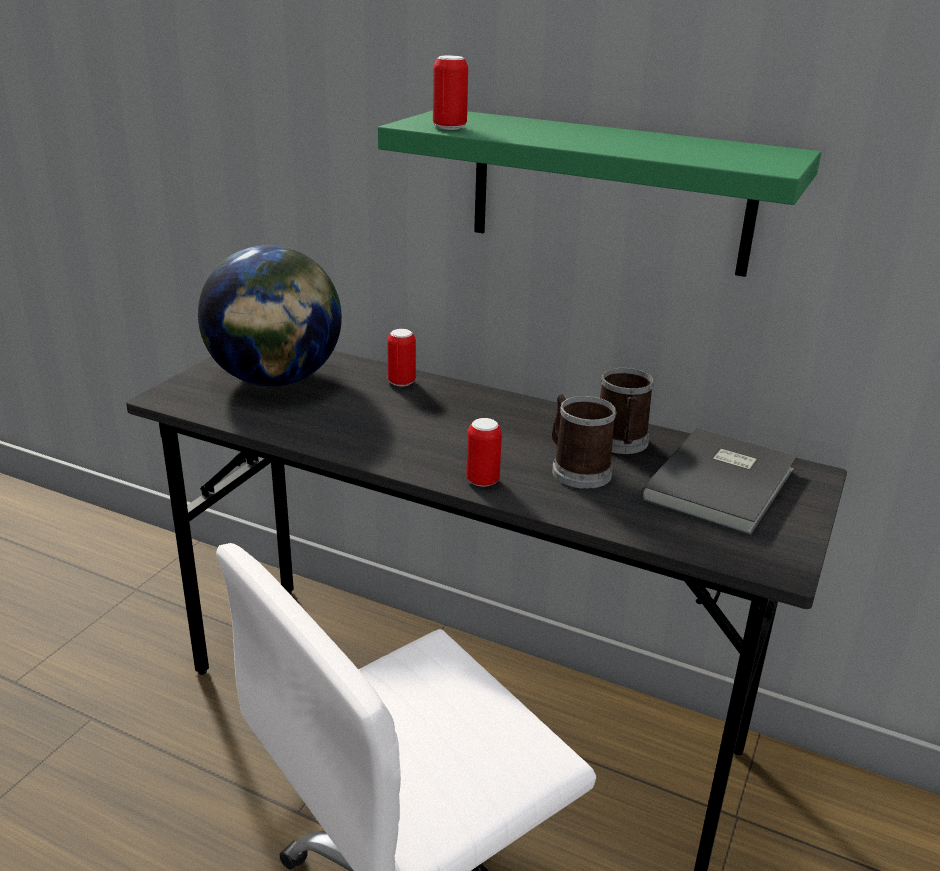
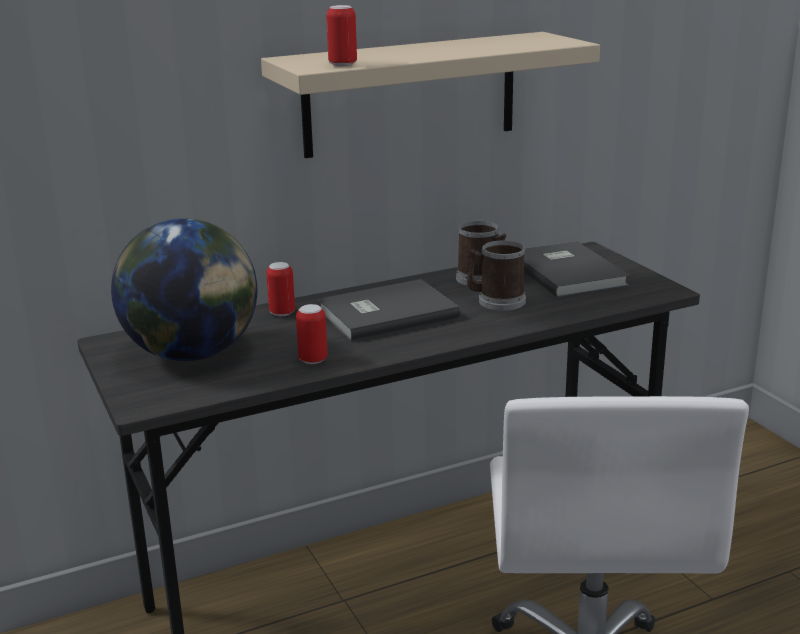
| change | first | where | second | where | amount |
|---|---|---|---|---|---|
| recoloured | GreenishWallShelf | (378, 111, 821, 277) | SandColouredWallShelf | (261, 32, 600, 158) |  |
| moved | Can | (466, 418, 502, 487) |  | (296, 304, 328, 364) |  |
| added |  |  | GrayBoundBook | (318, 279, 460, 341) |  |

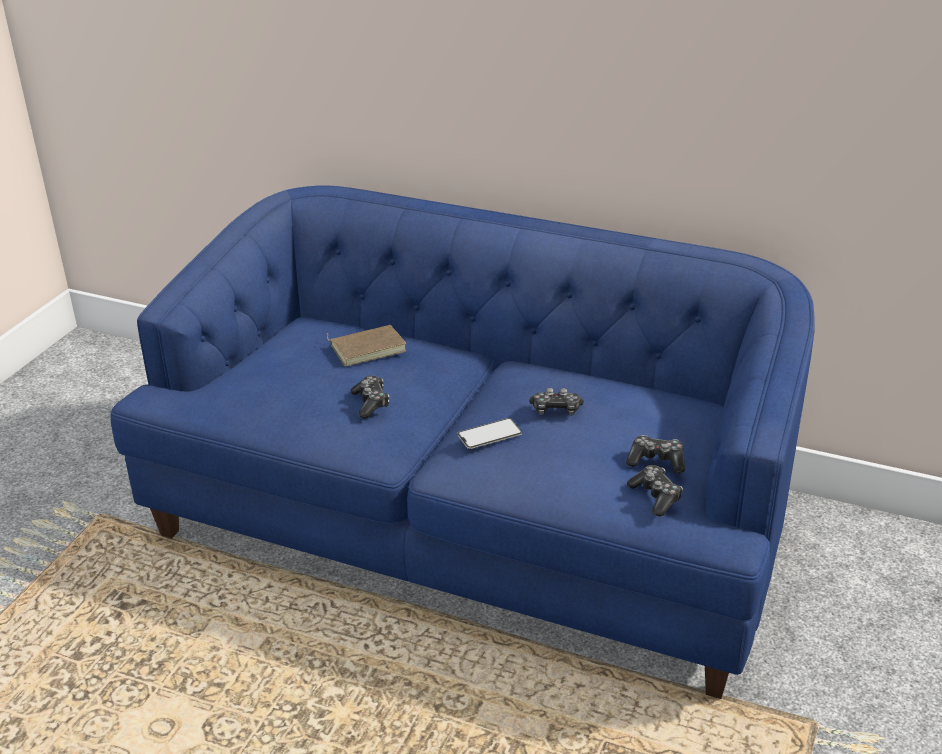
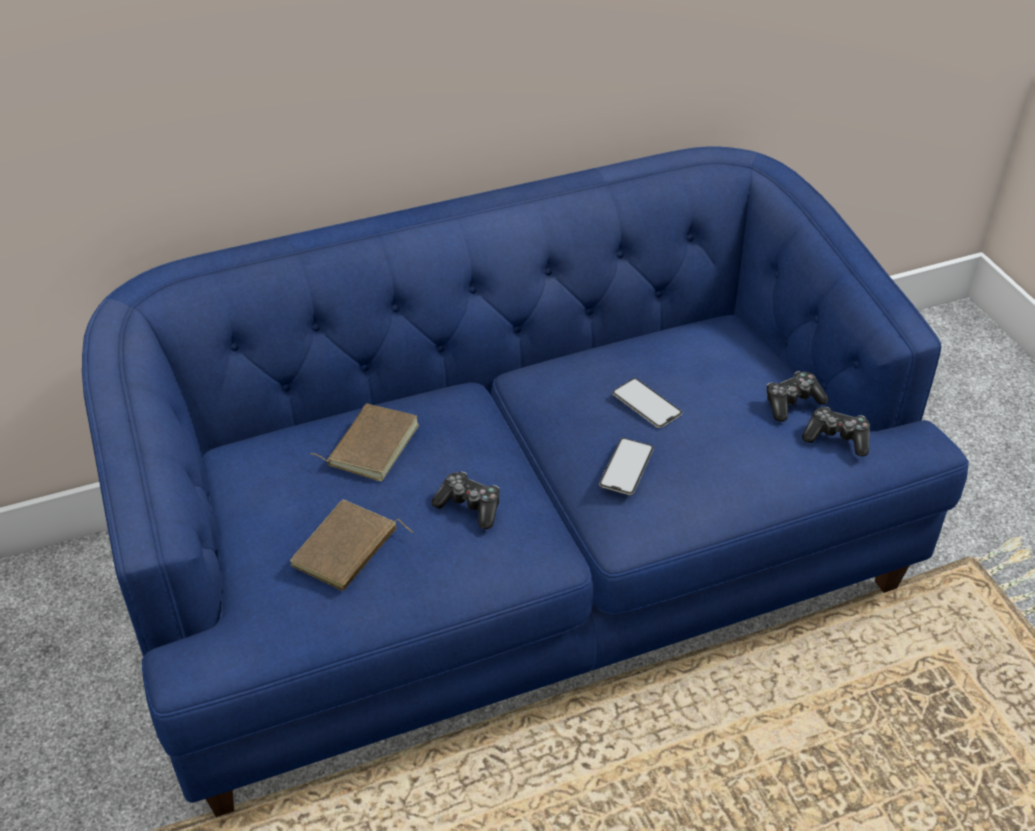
| change | first | where | second | where | amount |
|---|---|---|---|---|---|
| added |  |  | BrownishBoundBook | (290, 500, 413, 591) |  |
| replaced | Gamepad | (529, 388, 584, 416) | Handset | (612, 378, 682, 428) |  |

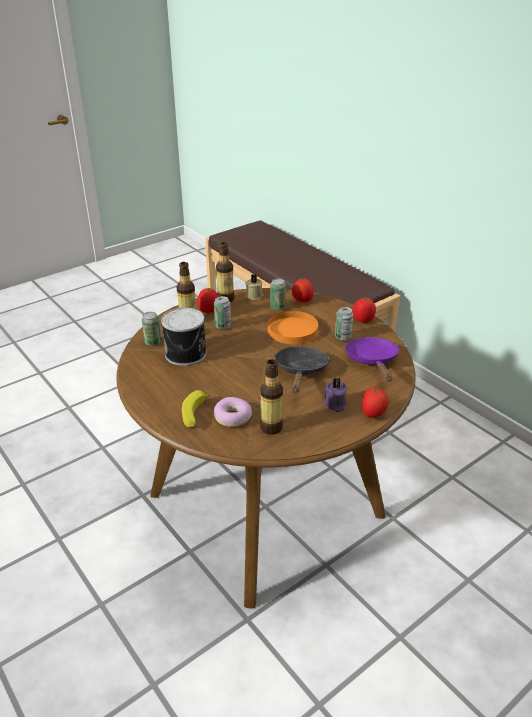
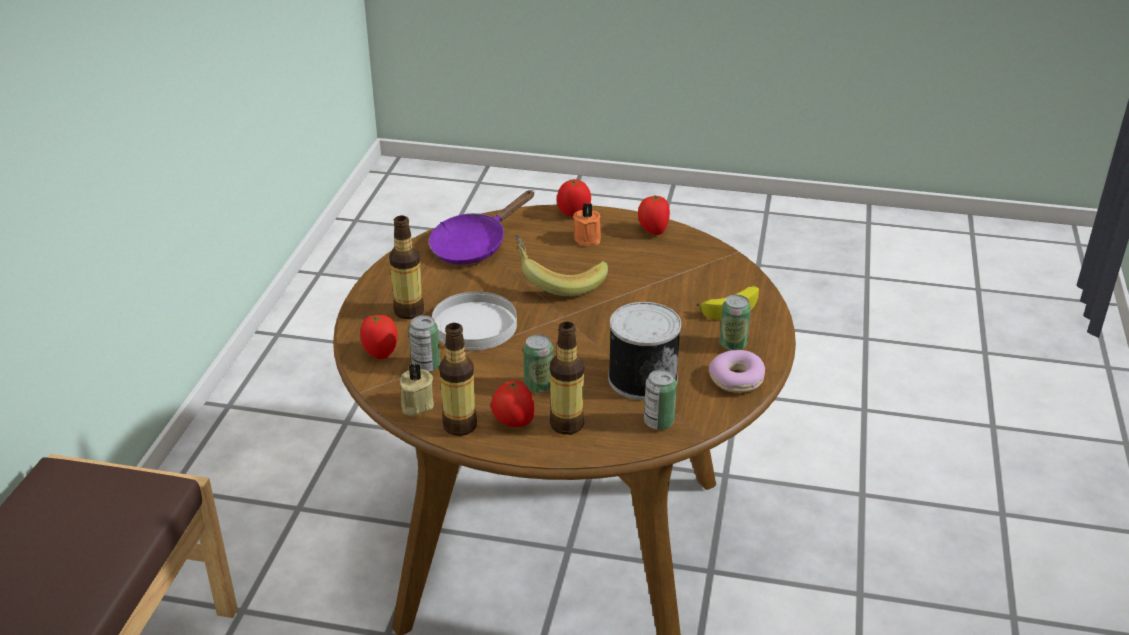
| change | first | where | second | where | amount |
|---|---|---|---|---|---|
| moved | Bottle | (260, 359, 283, 435) |  | (389, 215, 424, 319) |  |
| recoloured | OrangeDinnerPlate | (268, 311, 318, 344) | WhitishDinnerPlate | (432, 291, 517, 350) |  |
| replaced | BlackishFryingPan | (274, 346, 330, 393) | BananaFruit | (515, 235, 608, 296) |  |
| recoloured | PurpleWaxCandle | (323, 377, 347, 412) | OrangeWaxCandle | (573, 203, 601, 246) |  |
| moved | WholeTomato | (353, 298, 376, 323) |  | (638, 194, 670, 235) |  |
| moved | Doughnut | (214, 397, 252, 427) |  | (709, 350, 765, 393) |  |
| moved | Can | (335, 307, 353, 341) |  | (719, 295, 751, 350) |  |

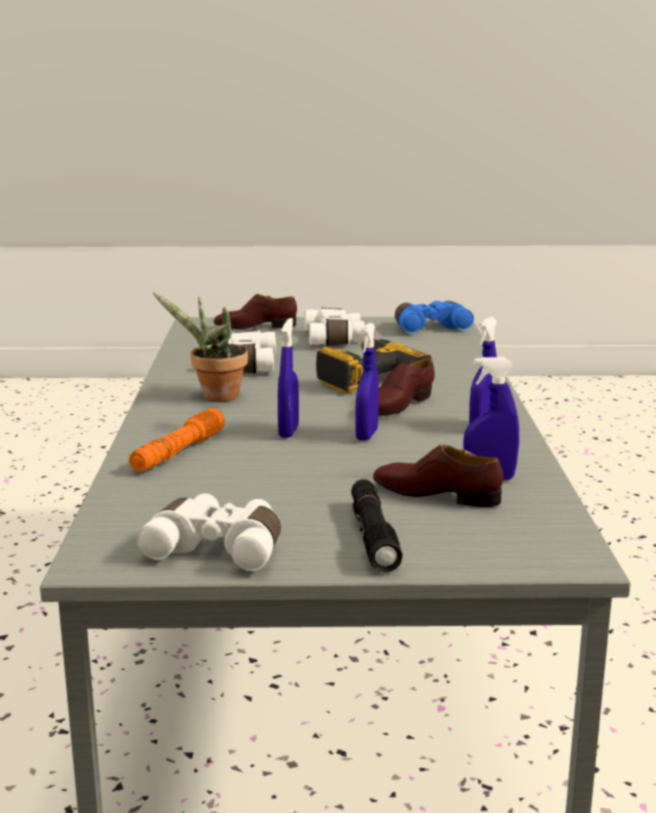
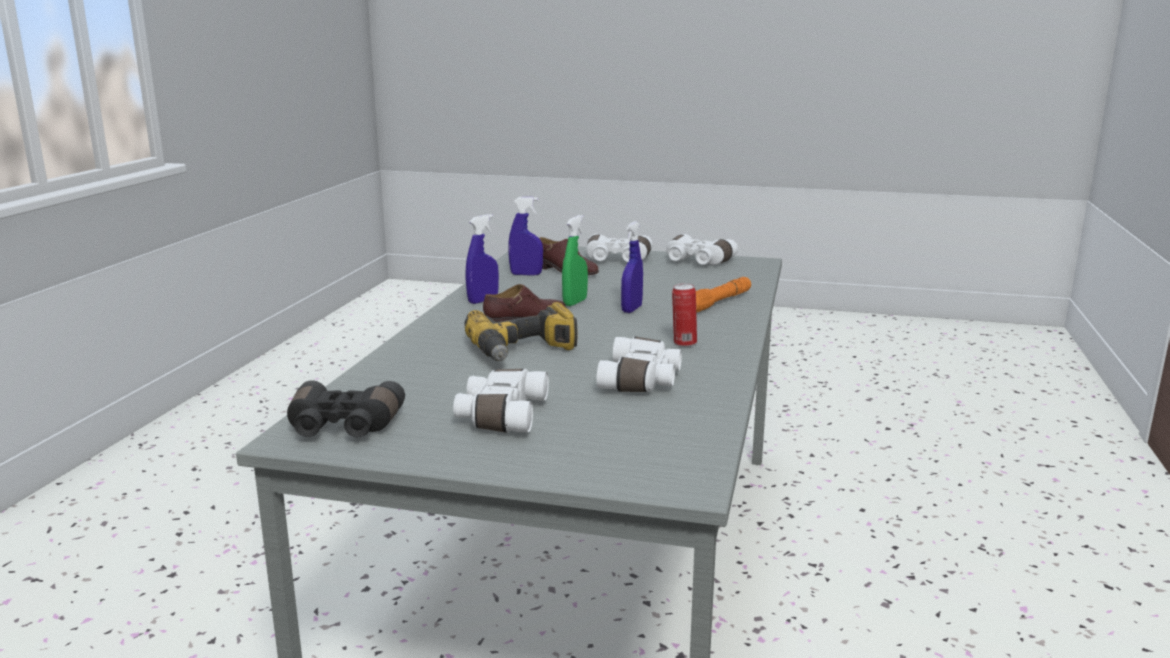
| change | first | where | second | where | amount |
|---|---|---|---|---|---|
| recoloured | BlueBinoculars | (395, 301, 474, 333) | BlackishBinoculars | (287, 380, 405, 437) |  |
| recoloured | BlueSprayer | (355, 323, 379, 441) | GreenishSprayer | (562, 215, 588, 306) |  |
| replaced | BlackishTorch | (351, 479, 403, 573) | WhitishBinoculars | (586, 234, 653, 262) |  |
| replaced | Houseplant | (153, 292, 248, 401) | Can | (672, 283, 697, 347) |  |
| removed | BrownishItemOfFootwear | (213, 294, 297, 329) |  |  |  |

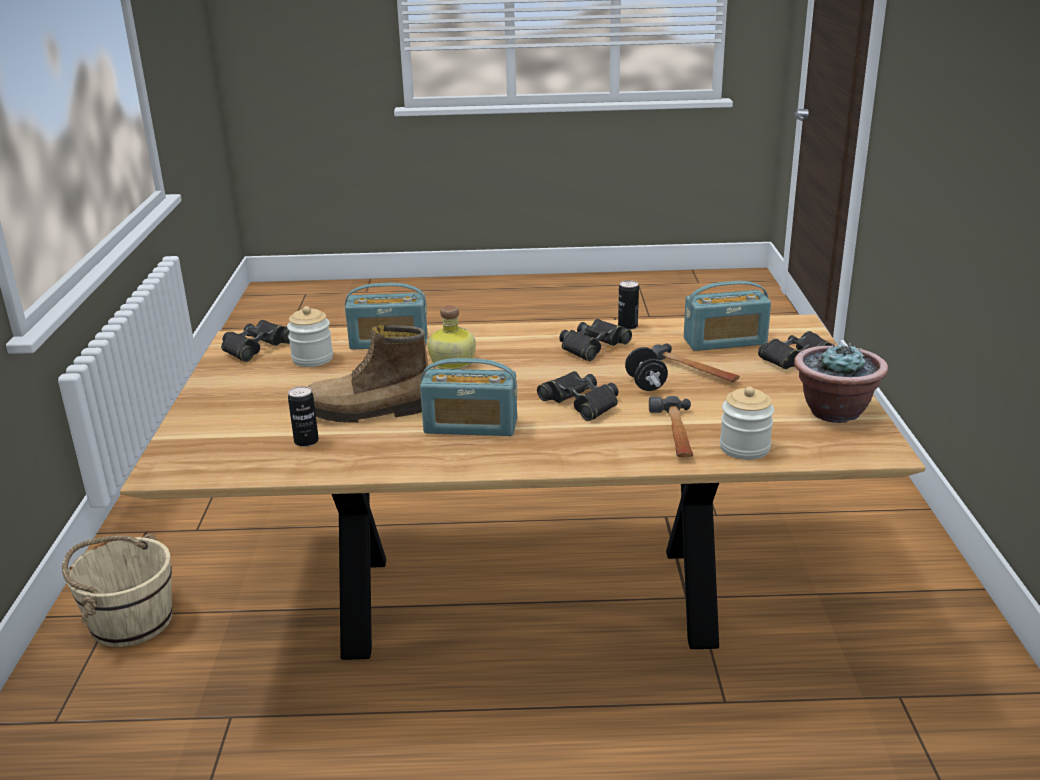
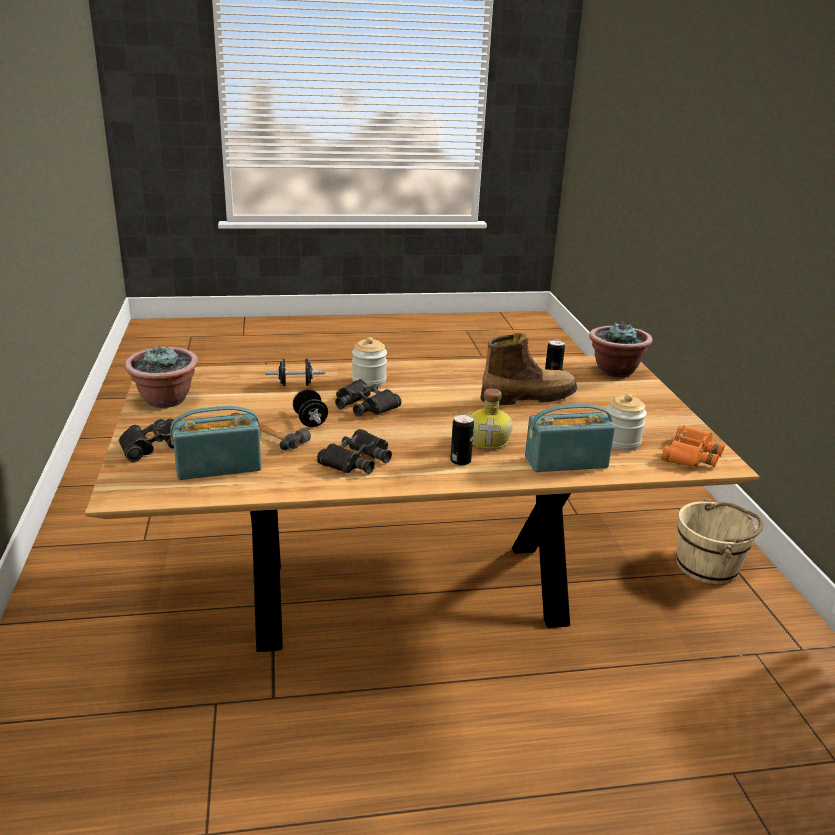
| change | first | where | second | where | amount |
|---|---|---|---|---|---|
| replaced | ToolHammer | (649, 396, 693, 458) | BlackishHandWeight | (265, 359, 325, 386) |  |
| moved | Jar | (720, 387, 774, 460) |  | (352, 337, 387, 387) |  |
| moved | Can | (618, 280, 639, 330) |  | (451, 414, 474, 465) |  |
| added |  |  | Houseplant | (589, 321, 653, 377) |  |
| recoloured | BlackishBinoculars | (221, 320, 290, 362) | OrangeBinoculars | (661, 425, 725, 468) |  |
| removed | Radio | (420, 358, 517, 436) |  |  |  |

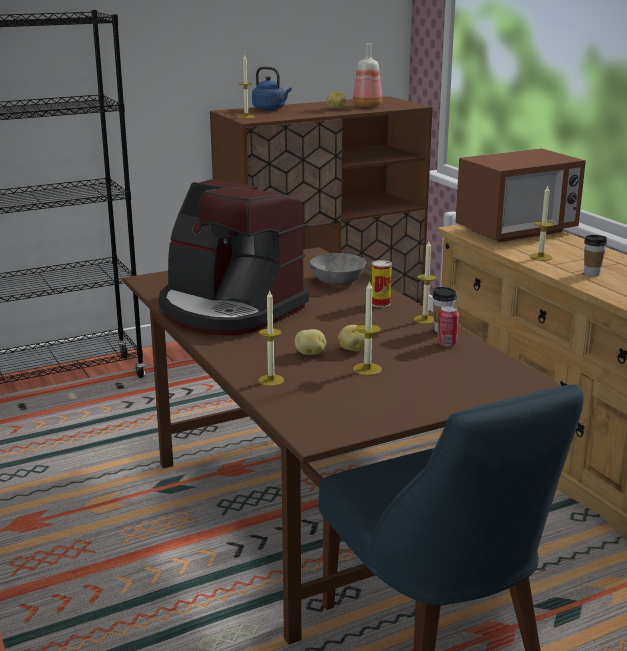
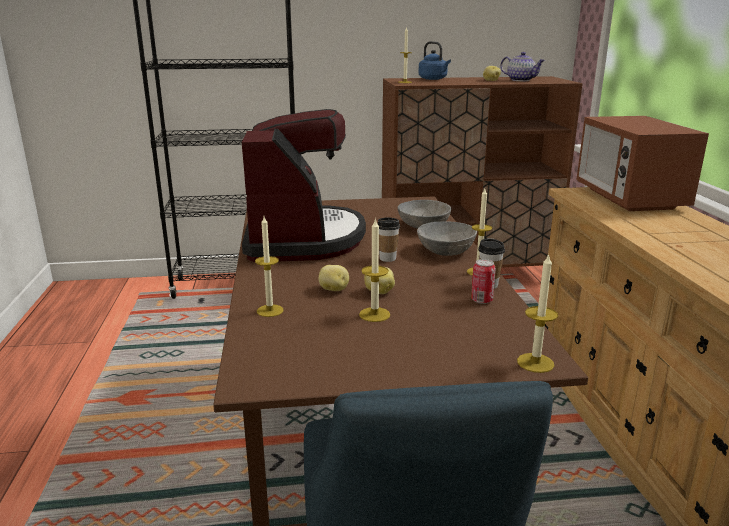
| change | first | where | second | where | amount |
|---|---|---|---|---|---|
| turned | CoffeeBrewer | (159, 179, 309, 335) |  | (242, 109, 366, 262) | 150 degrees counterclockwise |
| moved | Cup | (584, 235, 607, 276) |  | (377, 217, 400, 262) |  |
| replaced | Can | (372, 260, 392, 307) | GrayBowl | (417, 222, 477, 256) |  |
| replaced | Bottle | (353, 43, 382, 107) | PotForTea | (500, 52, 545, 81) |  |
| moved | WaxCandle | (529, 186, 554, 261) |  | (517, 253, 558, 373) |  |
| turned | KitchenMicrowave | (455, 148, 586, 242) |  | (576, 116, 709, 211) | 90 degrees clockwise |

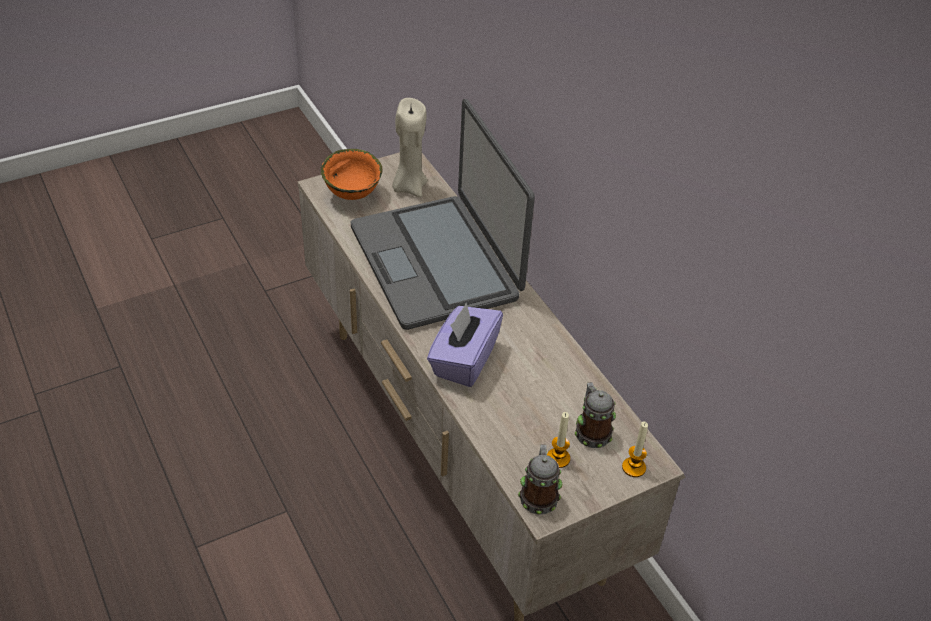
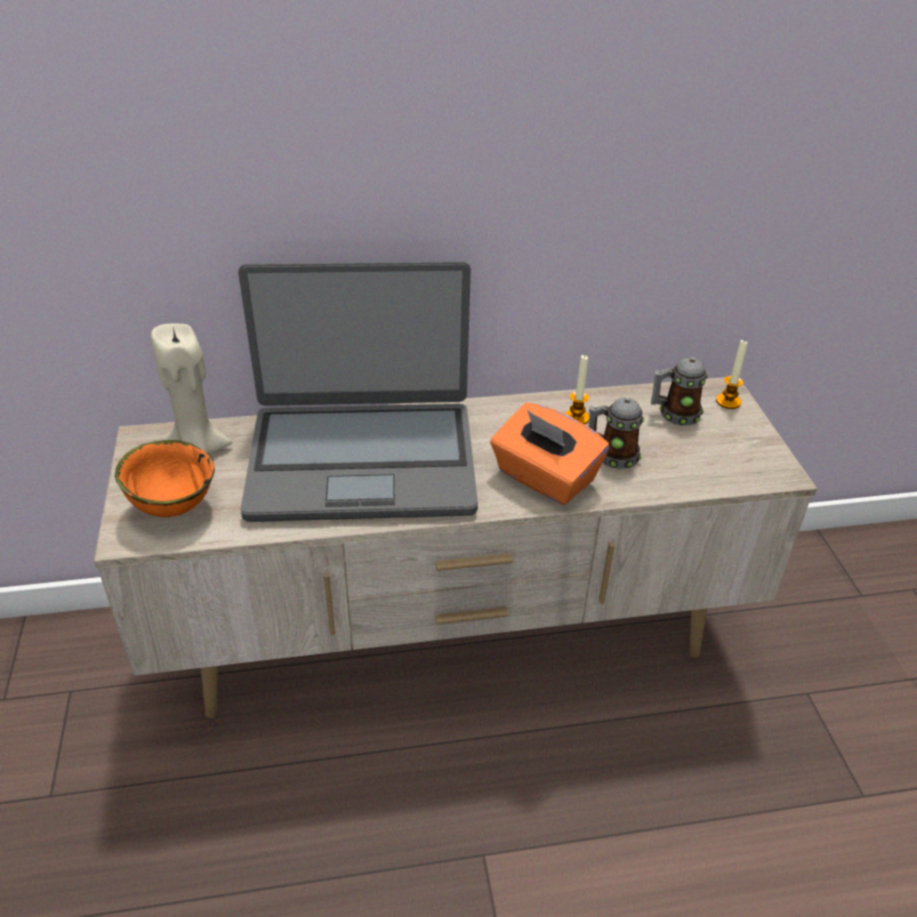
| change | first | where | second | where | amount |
|---|---|---|---|---|---|
| recoloured | PurpleTissueHolder | (427, 302, 503, 387) | OrangeTissueHolder | (490, 403, 609, 505) |  |
| moved | WaxCandle | (547, 412, 570, 468) |  | (565, 355, 589, 425) |  |
| moved | Mug | (518, 444, 562, 515) |  | (589, 398, 644, 469) |  |

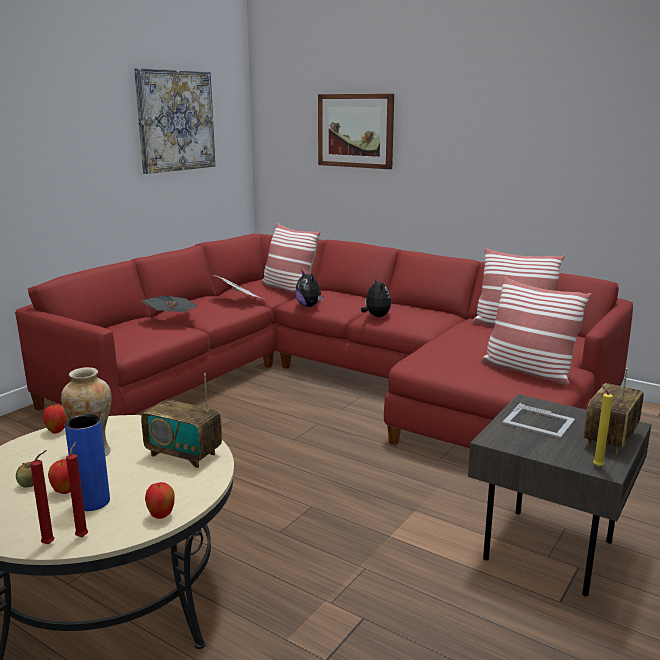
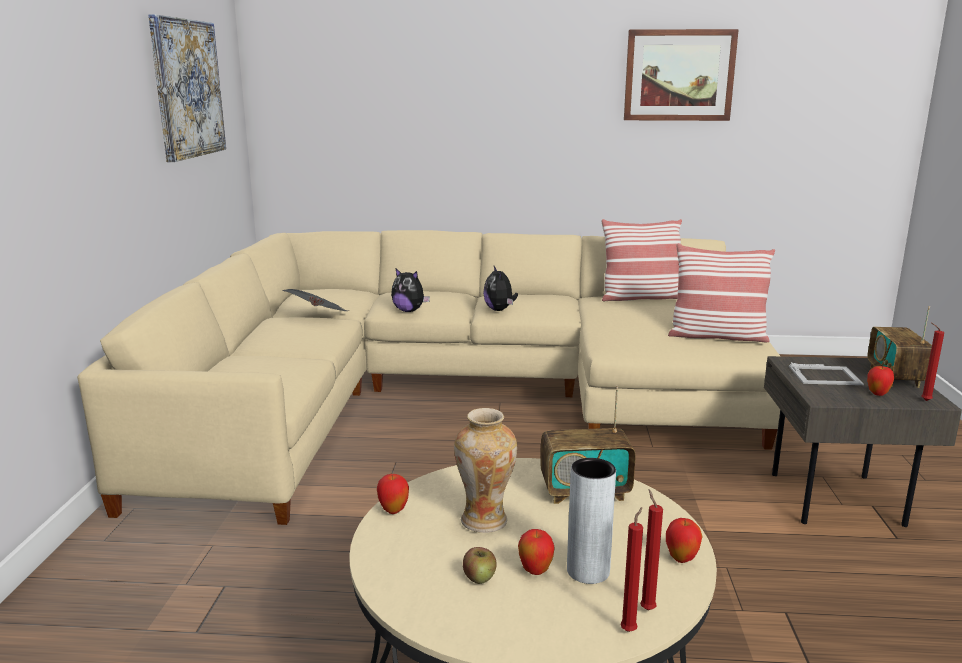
| change | first | where | second | where | amount |
|---|---|---|---|---|---|
| recoloured | ReddishCouch | (15, 234, 633, 448) | SandColouredCouch | (77, 230, 780, 525) |  |
| turned | PlushToy | (361, 277, 391, 317) |  | (483, 266, 518, 311) | 150 degrees counterclockwise |
| recoloured | BlueVase | (65, 414, 110, 511) | GrayVase | (567, 458, 616, 584) |  |
| moved | Picture | (318, 94, 394, 169) |  | (624, 29, 739, 121) |  |
| added |  |  | WholeApple | (867, 366, 894, 396) |  |
| recoloured | YellowishWaxCandle | (593, 384, 613, 467) | ReddishWaxCandle | (921, 323, 944, 401) |  |
| removed | DailyPaper | (141, 296, 197, 312) |  |  |  |
| removed | Pillow | (261, 223, 320, 293) |  |  |  |

